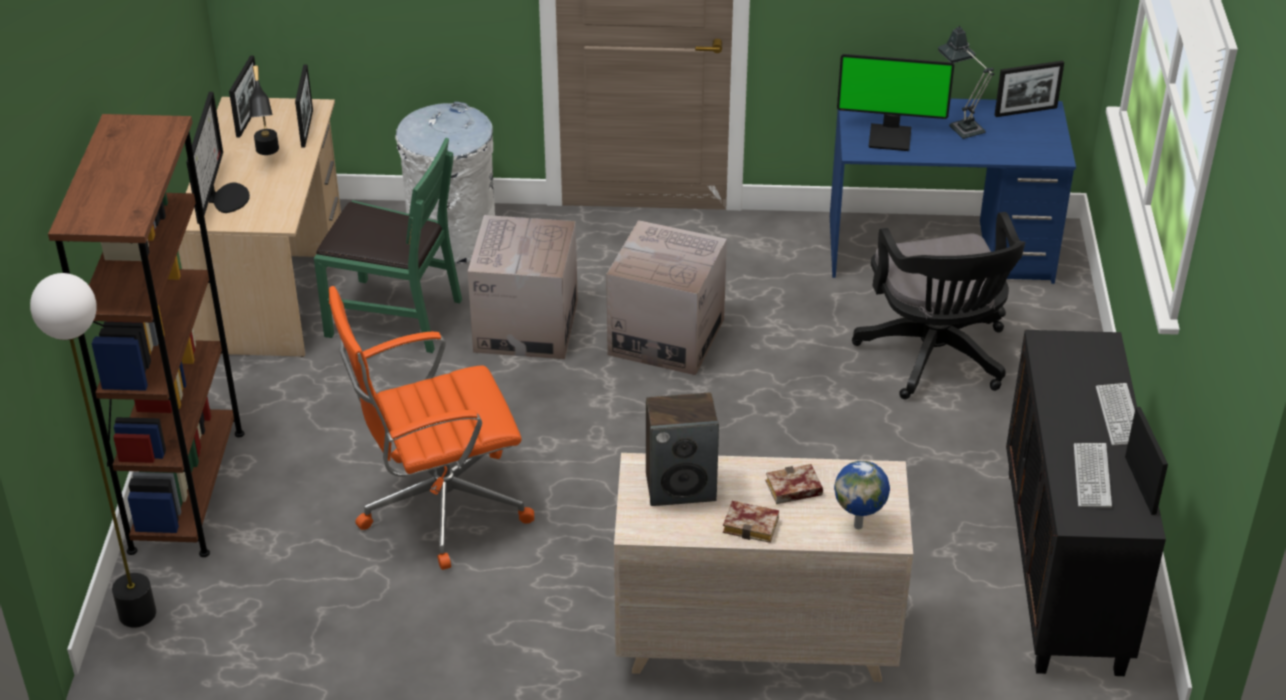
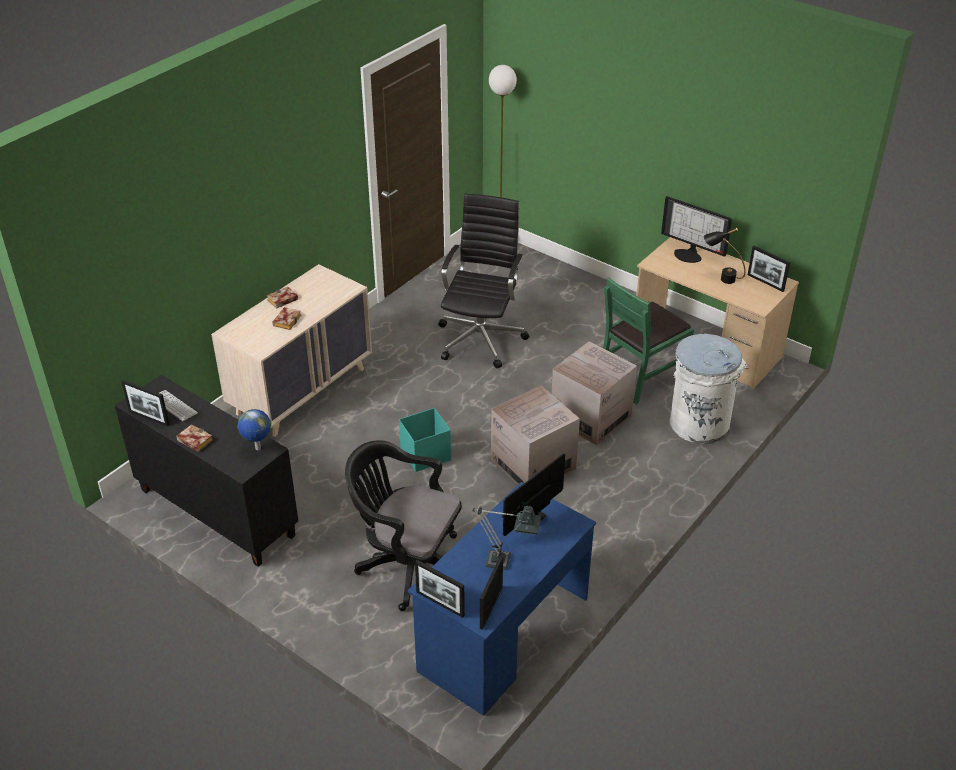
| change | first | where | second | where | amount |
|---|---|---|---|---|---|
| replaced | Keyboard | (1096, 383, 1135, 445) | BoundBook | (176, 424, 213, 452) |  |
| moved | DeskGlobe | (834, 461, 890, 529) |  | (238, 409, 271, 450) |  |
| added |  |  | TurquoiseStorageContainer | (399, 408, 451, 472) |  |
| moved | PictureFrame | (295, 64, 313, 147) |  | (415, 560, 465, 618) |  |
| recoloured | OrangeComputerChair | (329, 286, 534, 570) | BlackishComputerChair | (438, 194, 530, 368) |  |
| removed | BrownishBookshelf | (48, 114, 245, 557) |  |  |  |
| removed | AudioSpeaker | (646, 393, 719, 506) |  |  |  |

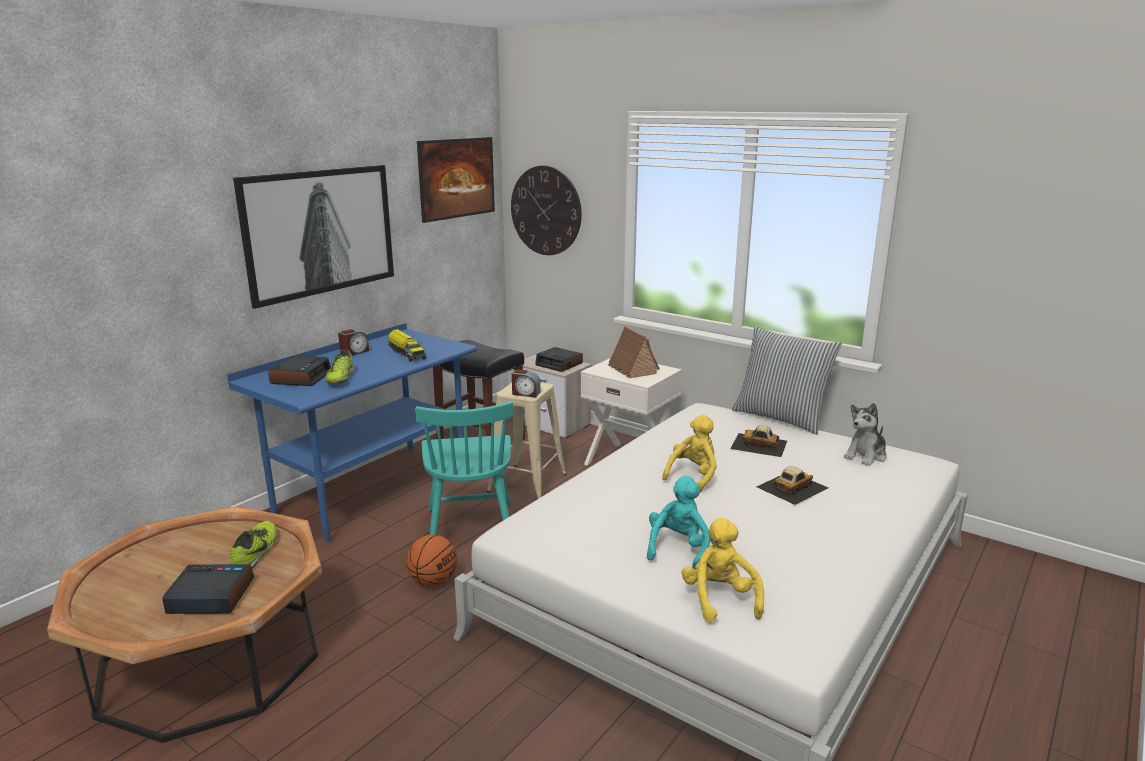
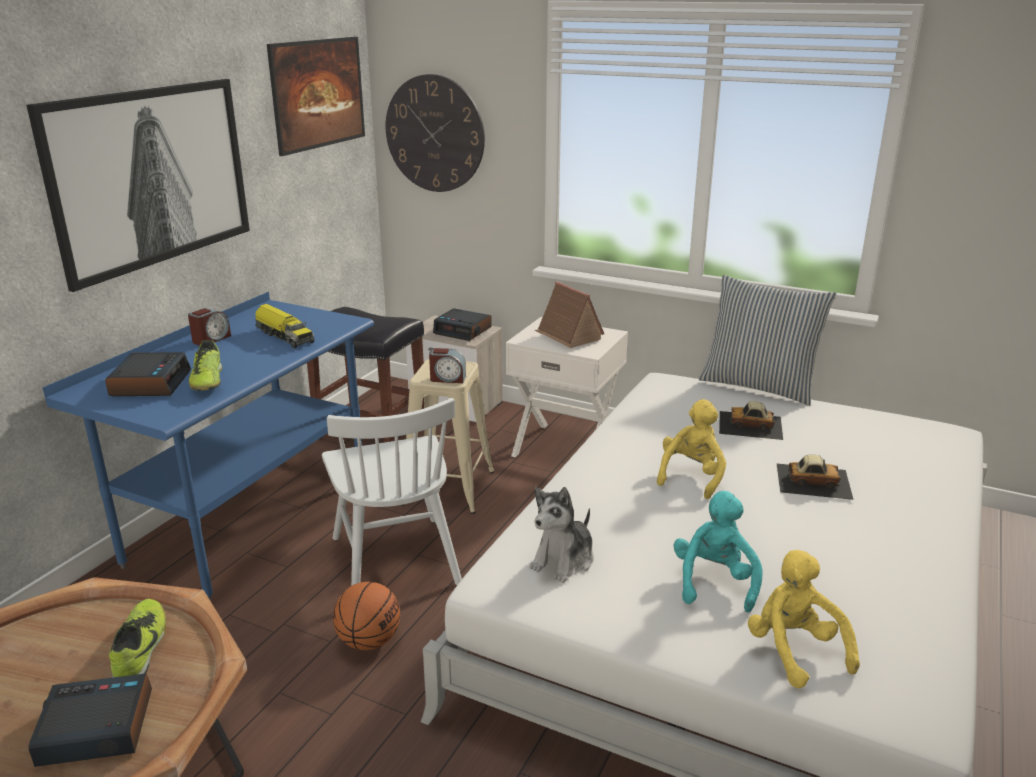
| change | first | where | second | where | amount |
|---|---|---|---|---|---|
| recoloured | TurquoiseUprightChair | (415, 401, 513, 535) | WhitishUprightChair | (322, 398, 462, 586) |  |
| moved | PlushToy | (844, 403, 887, 466) |  | (529, 487, 594, 583) |  |
| turned | ToyCar | (756, 466, 828, 505) |  | (776, 455, 854, 500) | 60 degrees clockwise |

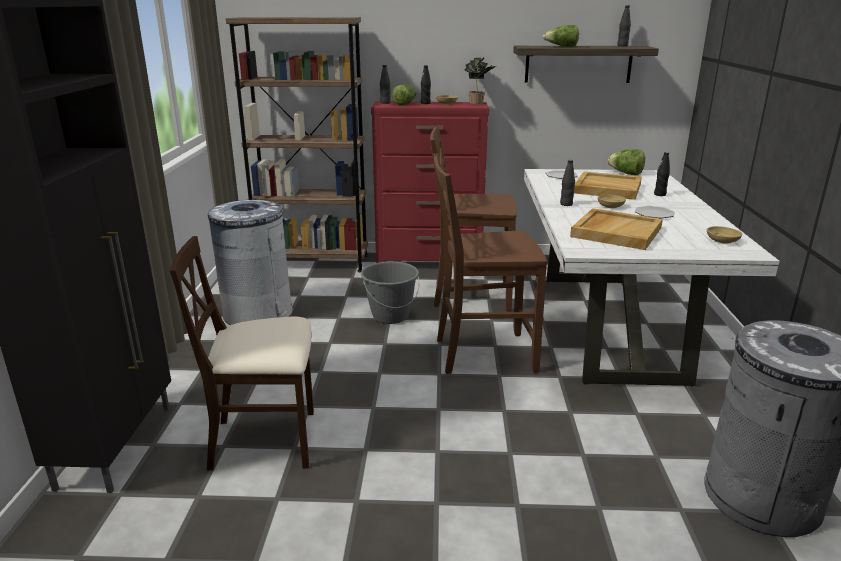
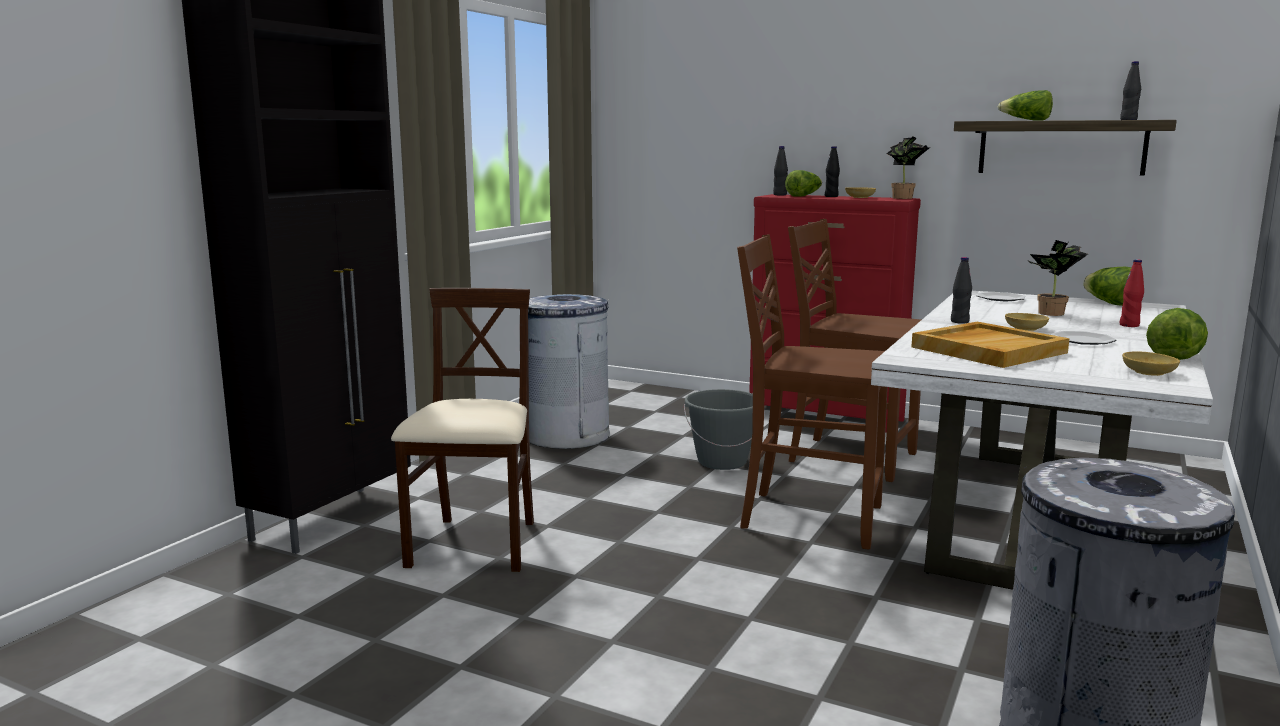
| change | first | where | second | where | amount |
|---|---|---|---|---|---|
| turned | SandColouredUprightChair | (170, 236, 314, 471) |  | (391, 288, 534, 572) | 75 degrees clockwise |
| replaced | SandColouredTray | (574, 172, 642, 200) | Houseplant | (1027, 240, 1088, 316) |  |
| recoloured | BlackishBottle | (654, 152, 670, 196) | ReddishBottle | (1119, 259, 1144, 327) |  |
| added |  |  | Lettuce | (1146, 308, 1208, 360) |  |
| removed | BrownishBookshelf | (226, 17, 368, 272) |  |  |  |

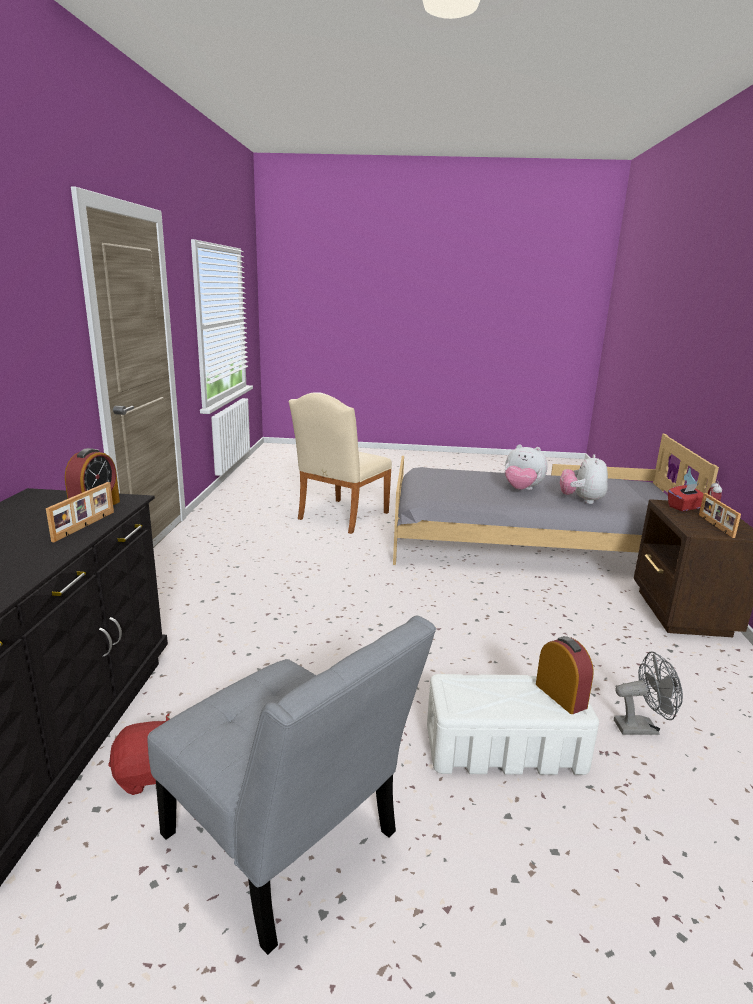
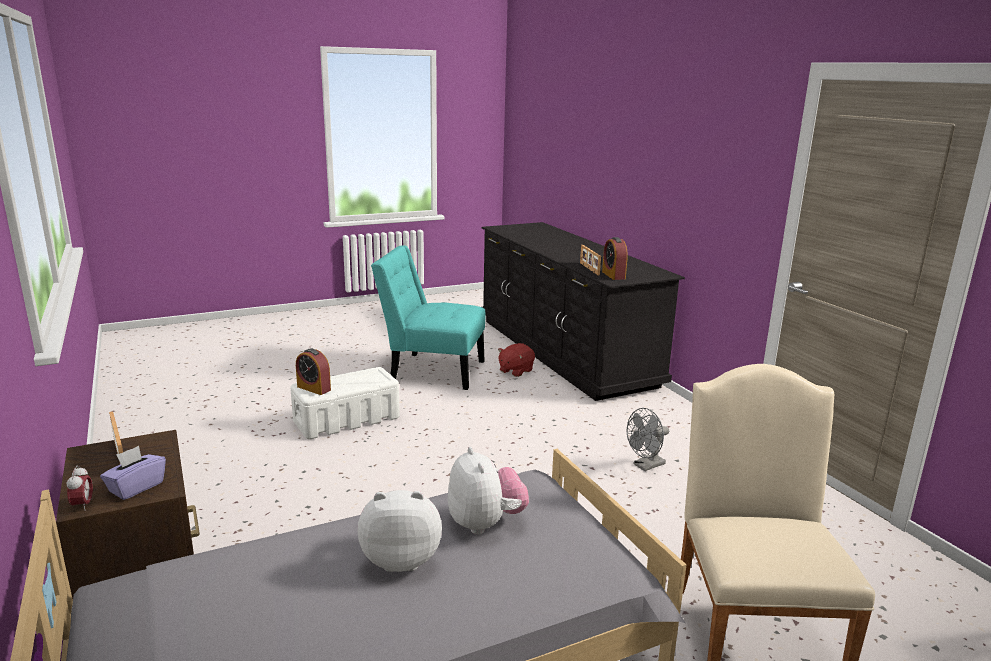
| change | first | where | second | where | amount |
|---|---|---|---|---|---|
| recoloured | ReddishTissueHolder | (668, 483, 704, 511) | PurpleTissueHolder | (100, 446, 166, 500) |  |
| recoloured | GrayUprightChair | (147, 616, 436, 955) | TurquoiseUprightChair | (371, 245, 486, 390) |  |
| moved | PlushToy | (560, 454, 608, 504) |  | (448, 447, 529, 535) |  |
| moved | GrayFan | (614, 651, 683, 735) |  | (627, 408, 669, 471) |  |

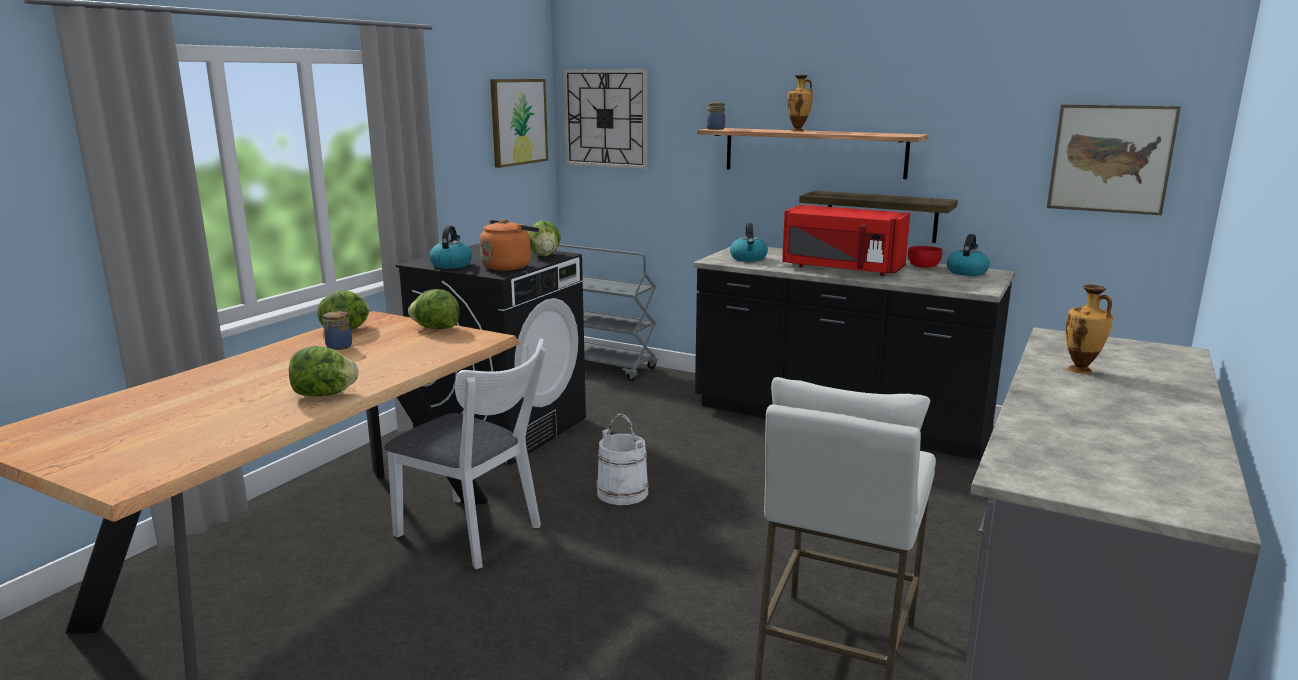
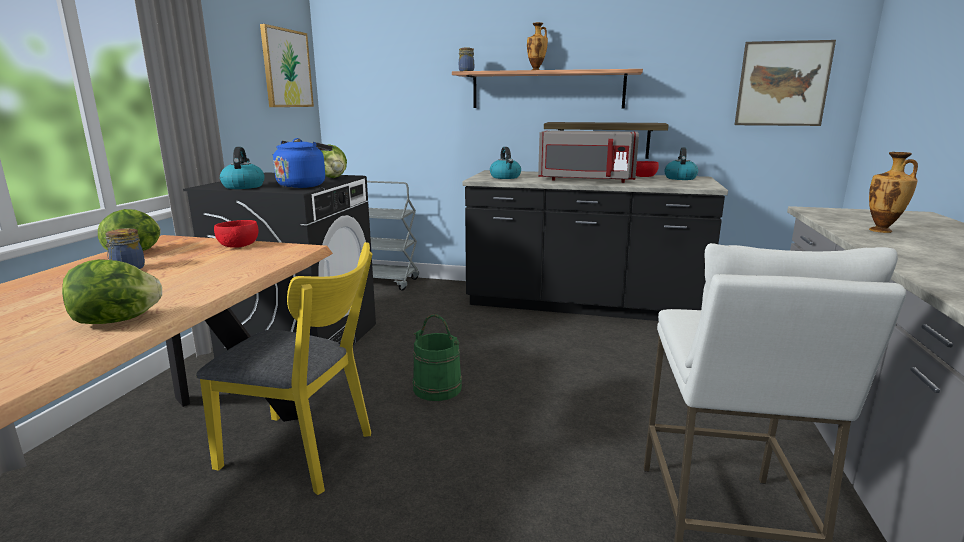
| change | first | where | second | where | amount |
|---|---|---|---|---|---|
| recoloured | WhitishUprightChair | (385, 338, 546, 569) | YellowishUprightChair | (196, 242, 373, 495) |  |
| replaced | Lettuce | (408, 289, 460, 329) | ReddishBowl | (214, 220, 258, 248) |  |
| recoloured | OrangeTeaKettle | (480, 219, 539, 271) | BlueTeaKettle | (272, 138, 333, 188) |  |
| recoloured | WhitishBucket | (597, 413, 649, 505) | GreenishBucket | (412, 314, 462, 401) |  |
| recoloured | ReddishKitchenMicrowave | (782, 205, 910, 276) | GrayKitchenMicrowave | (538, 130, 639, 183) |  |
| removed | HangingClock | (563, 69, 647, 169) |  |  |  |

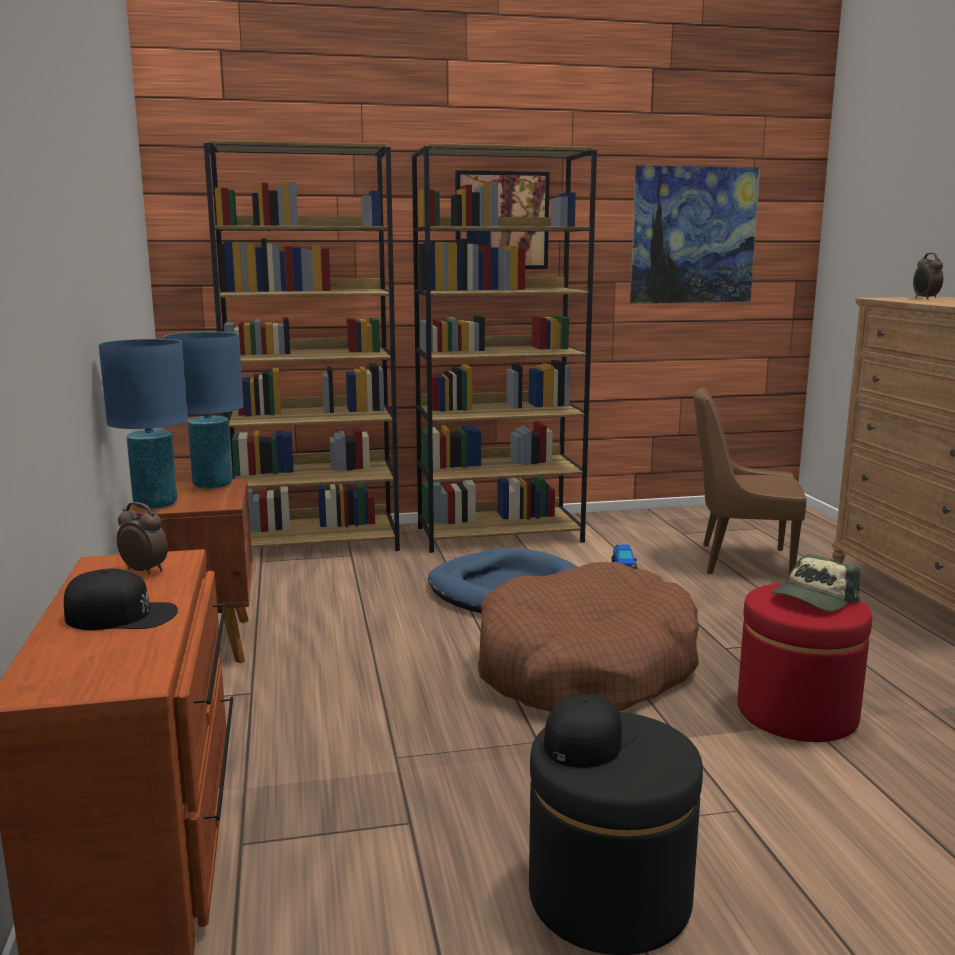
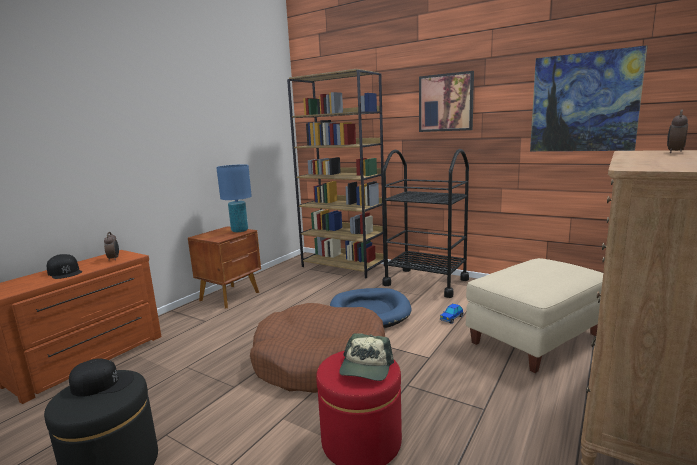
| change | first | where | second | where | amount |
|---|---|---|---|---|---|
| turned | PeakedCap | (772, 554, 860, 611) |  | (339, 333, 394, 381) | 75 degrees counterclockwise |
| replaced | BrownishBookshelf | (412, 143, 597, 553) | BlackishWheeledCart | (382, 149, 469, 298) |  |
| replaced | BrownishUprightChair | (694, 387, 807, 575) | SandColouredFootrest | (466, 258, 603, 373) |  |
| removed | BlueTableLamp | (98, 339, 188, 509) |  |  |  |

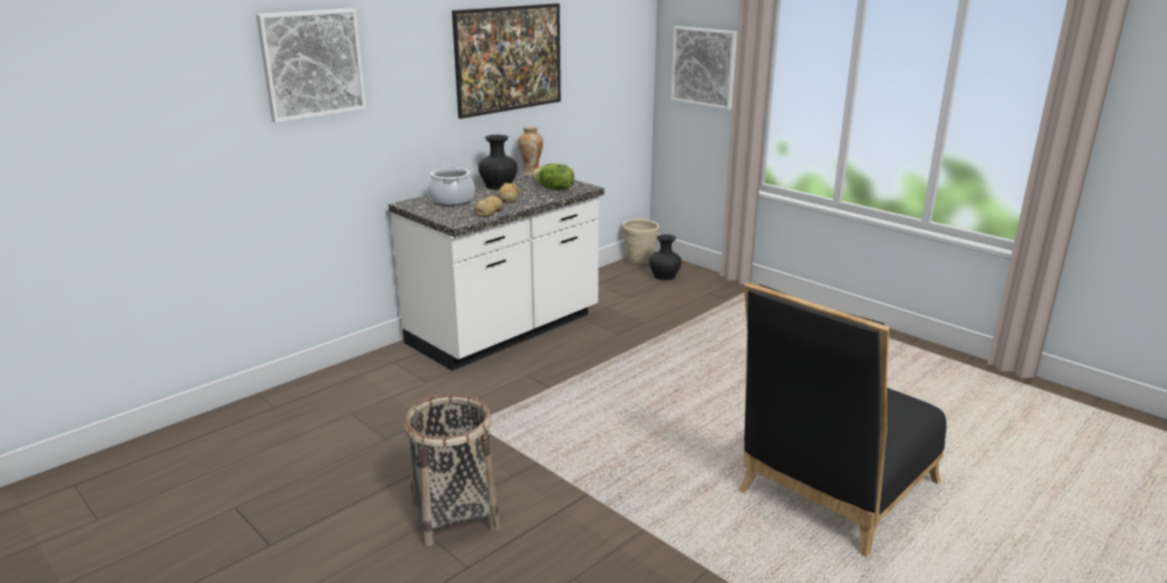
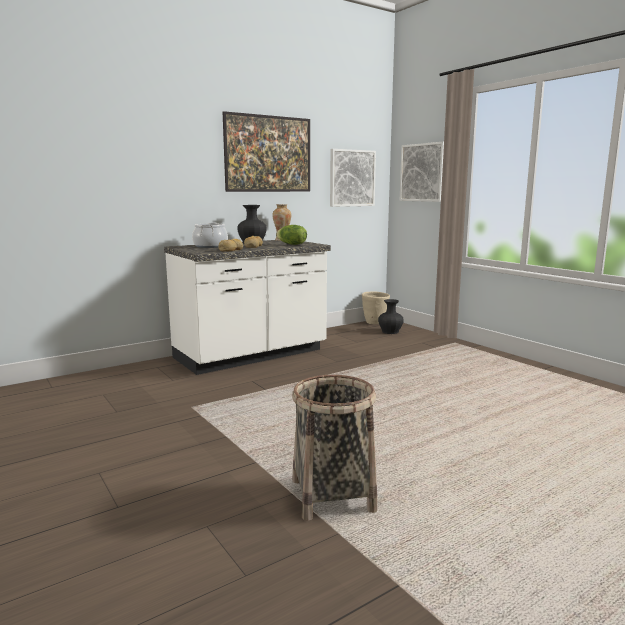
| change | first | where | second | where | amount |
|---|---|---|---|---|---|
| moved | StorageBasket | (404, 394, 500, 546) |  | (292, 375, 377, 521) |  |
| moved | Picture | (256, 8, 366, 123) |  | (330, 149, 376, 207) |  |
| removed | BlackishUprightChair | (738, 282, 946, 557) |  |  |  |

